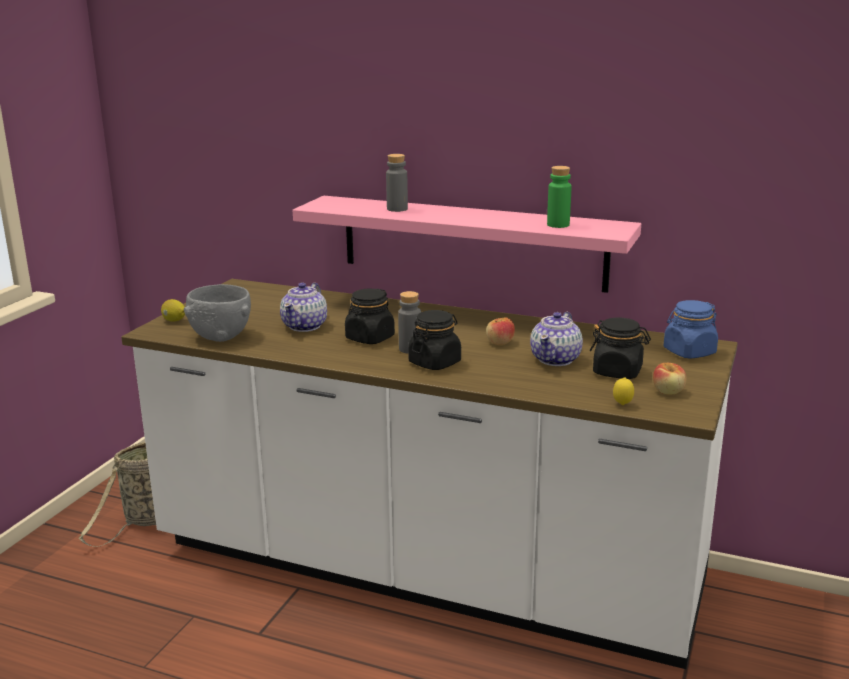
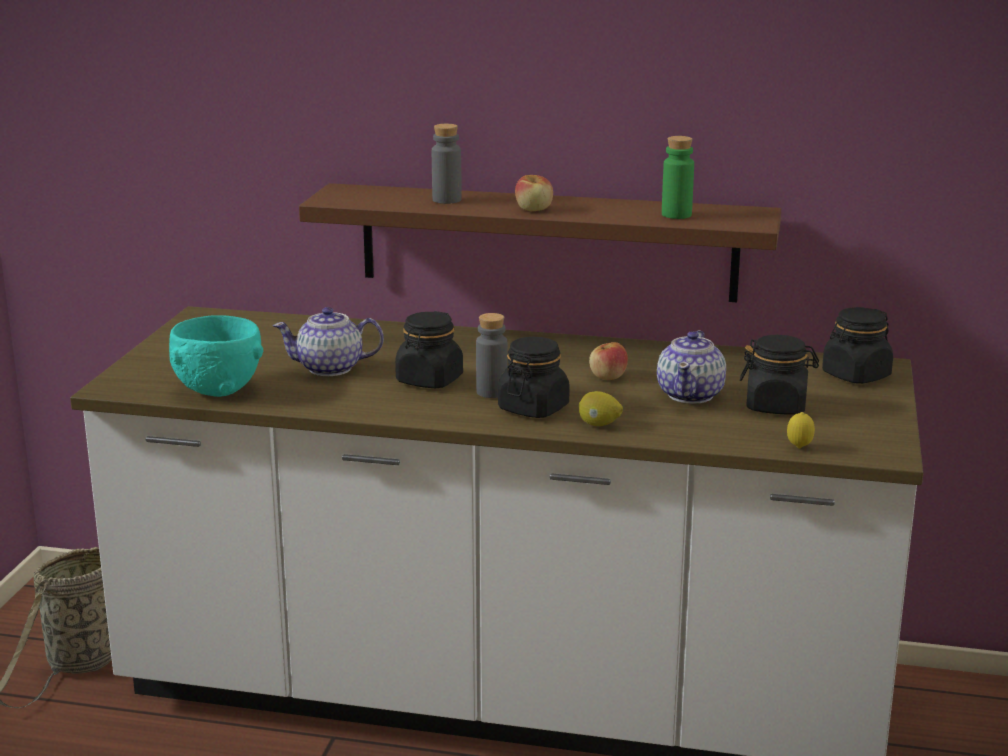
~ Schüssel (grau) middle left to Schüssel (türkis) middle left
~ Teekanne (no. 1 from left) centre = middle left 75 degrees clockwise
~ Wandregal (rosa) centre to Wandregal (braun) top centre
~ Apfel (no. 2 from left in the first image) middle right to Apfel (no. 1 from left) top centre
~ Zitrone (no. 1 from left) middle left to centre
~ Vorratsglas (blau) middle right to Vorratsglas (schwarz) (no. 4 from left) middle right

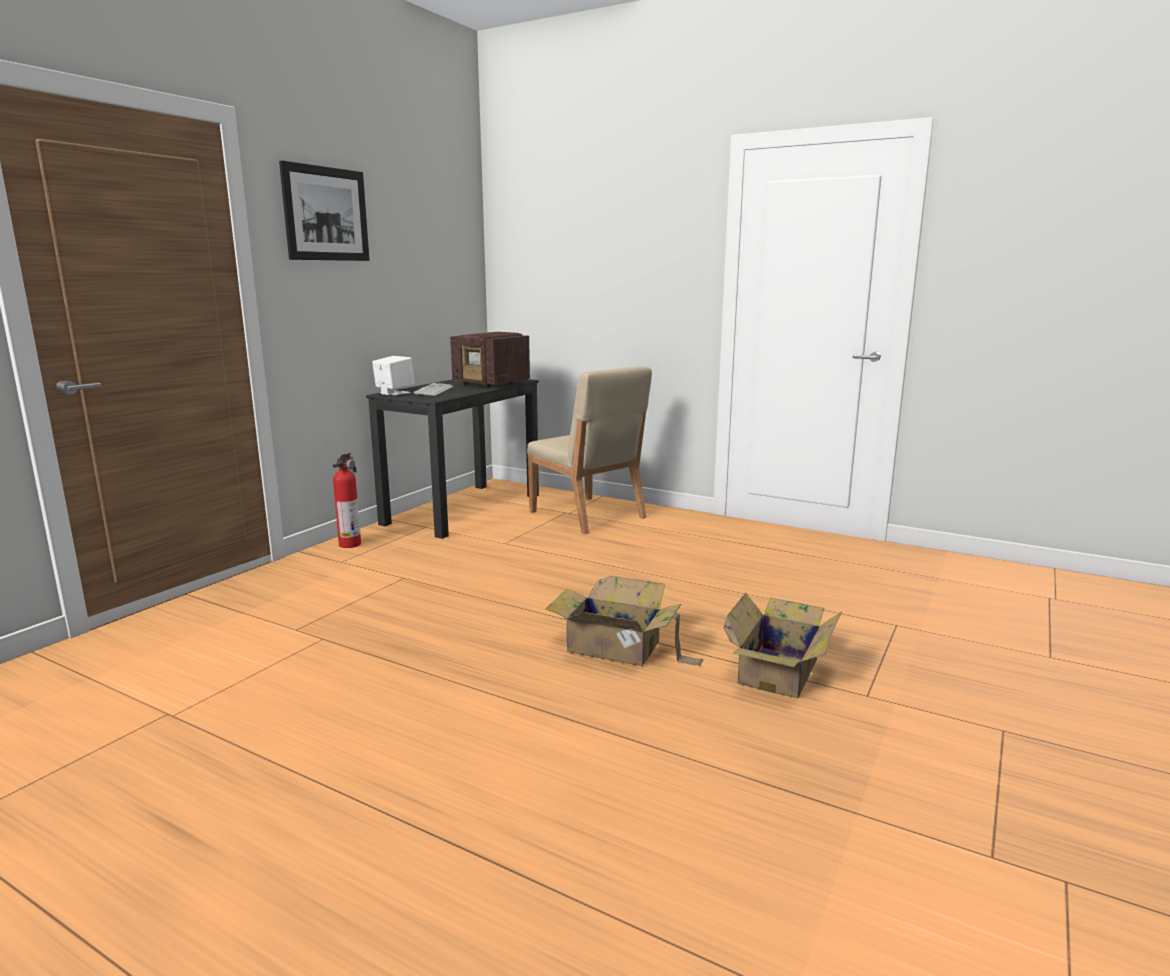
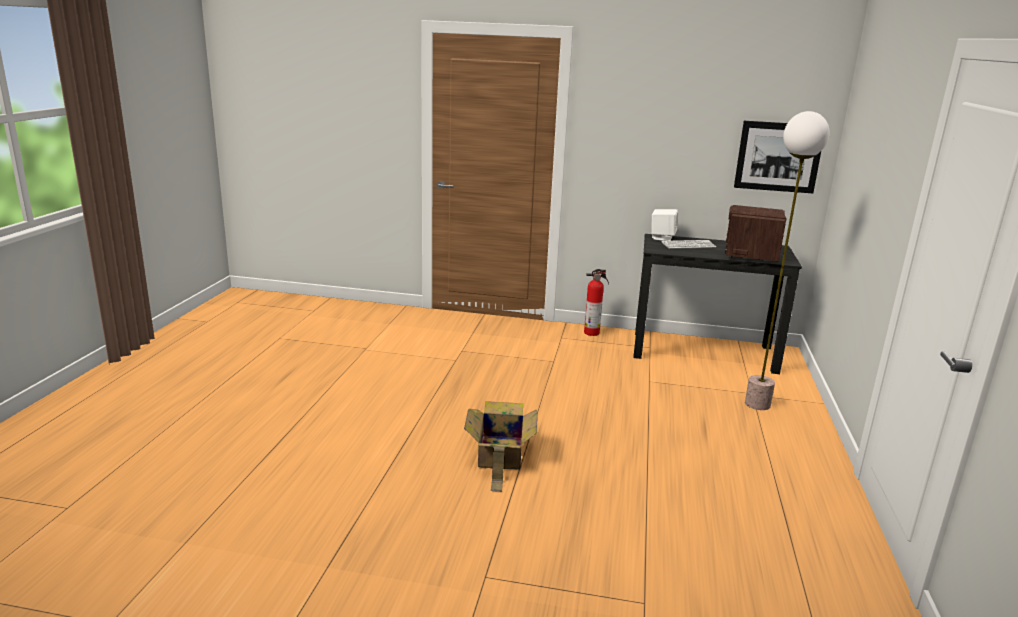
~ Bild top left to top right
~ Stuhl (beige) centre to Stehlampe middle right
- Karton (no. 2 from left) middle right

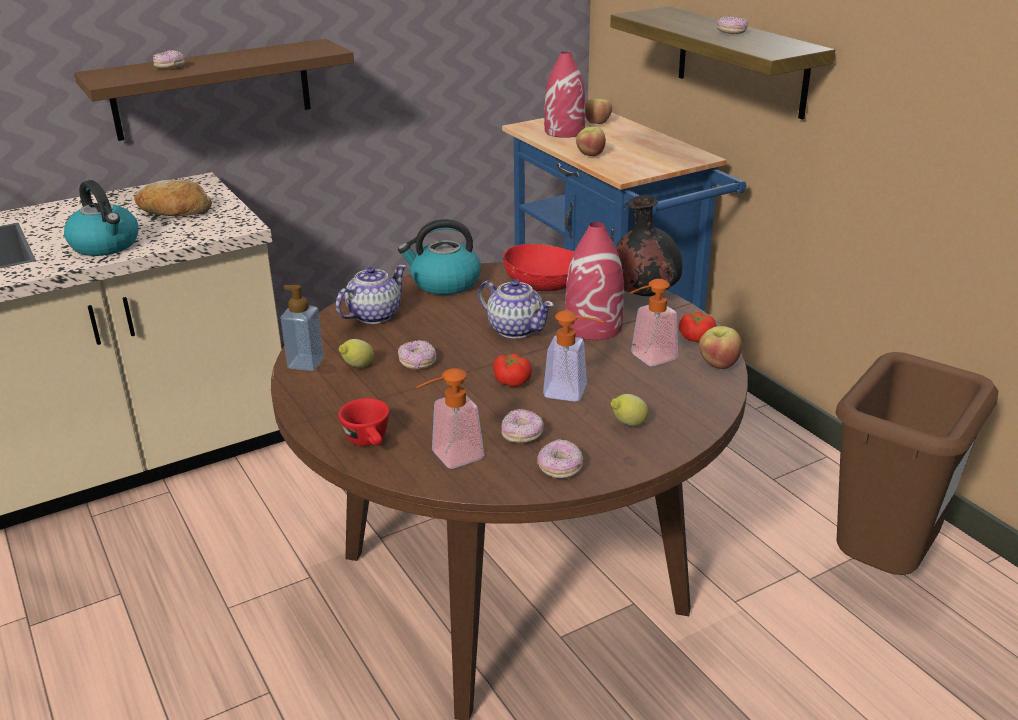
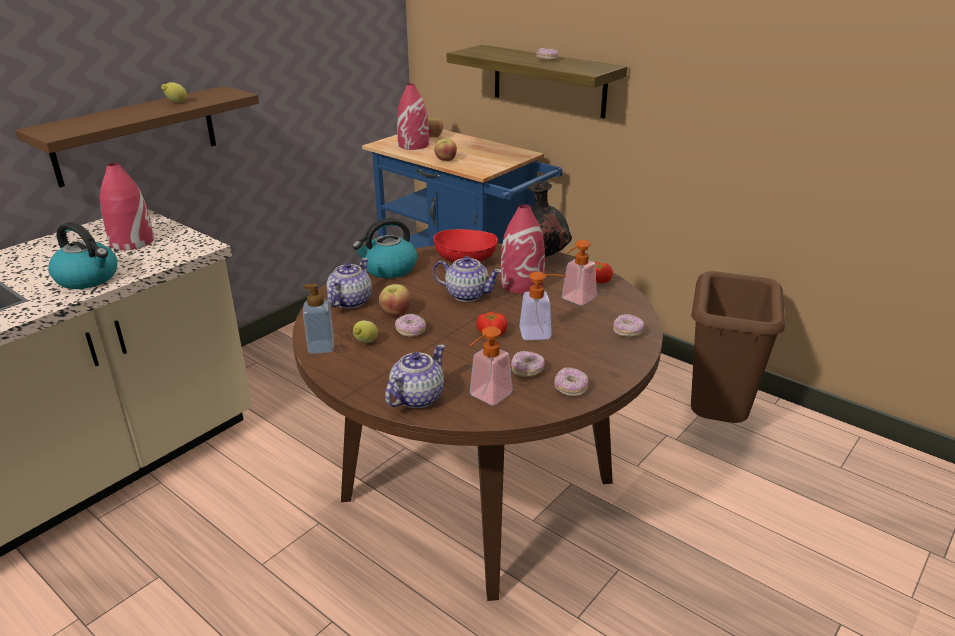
~ Brot top left to Vase (rot) (no. 1 from left) top left
~ Zitrone (no. 2 from left in the first image) centre to Zitrone (no. 1 from left) top left
~ Apfel (no. 3 from left in the first image) middle right to Apfel (no. 1 from left) centre
~ Tasse (rot) centre to Teekanne (no. 2 from left) centre
~ Donut (no. 1 from left in the first image) top left to Donut (no. 5 from left) centre

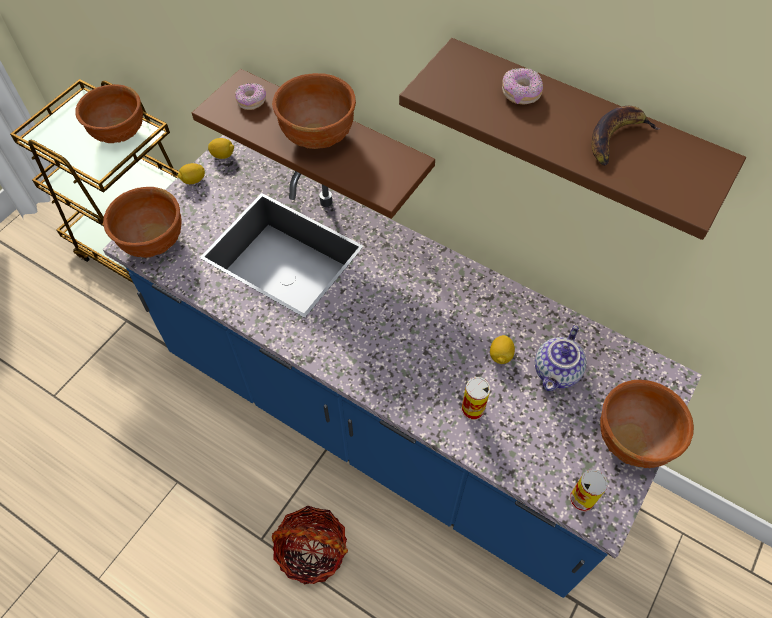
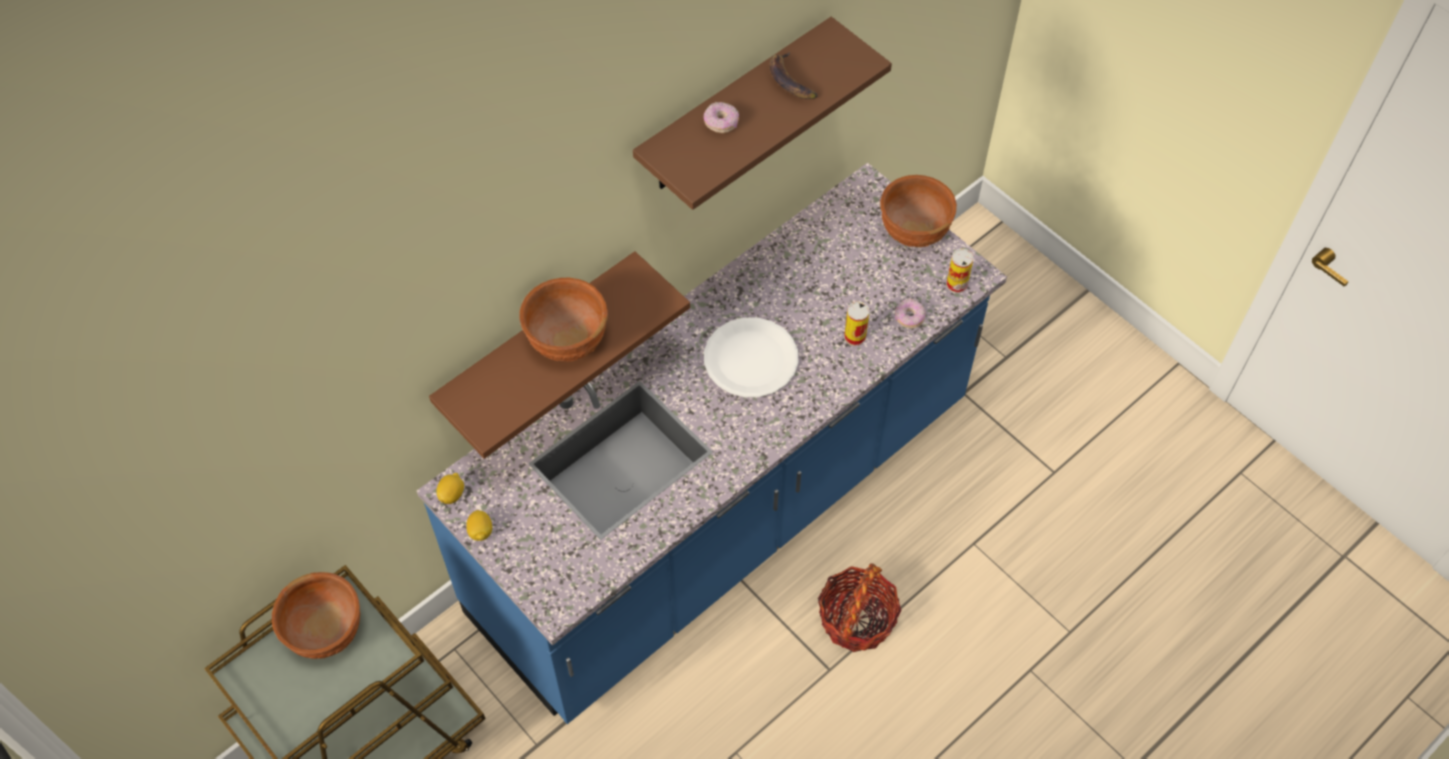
+ Teller (weiß) centre
~ Donut (no. 1 from left in the first image) top left to Donut (no. 2 from left) centre
- Schüssel (braun) (no. 2 from left) middle left
- Zitrone (no. 3 from left) centre
- Teekanne middle right

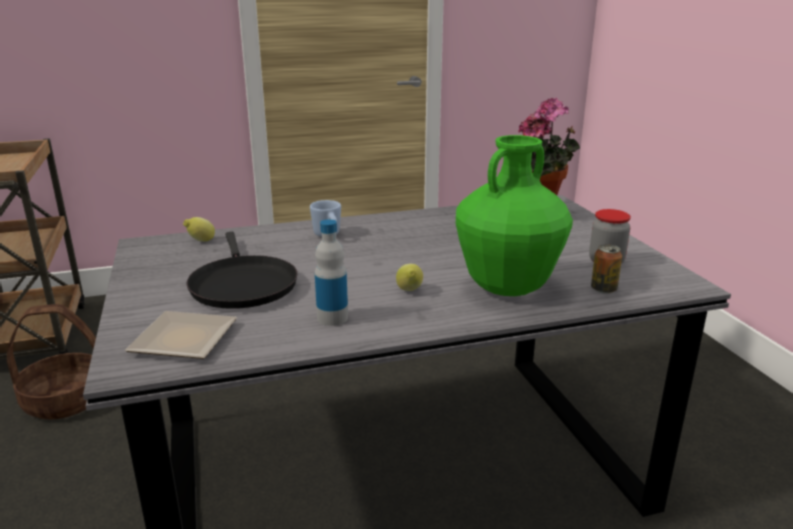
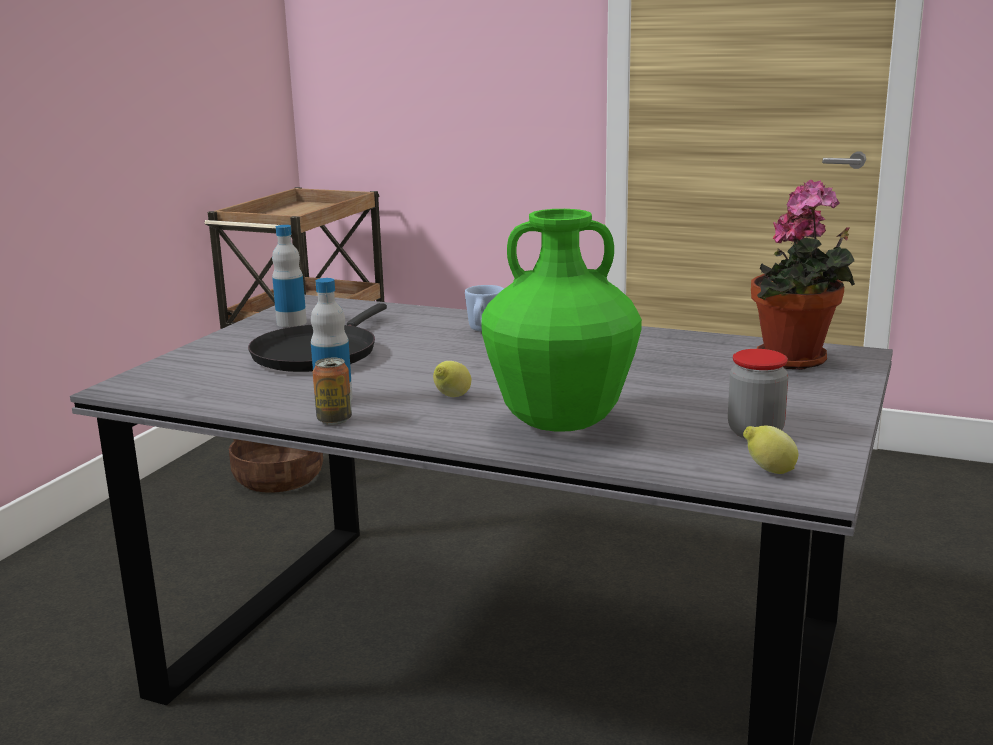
+ Flasche (no. 1 from left) middle left
~ Dose middle right to centre
~ Zitrone (no. 1 from left in the first image) middle left to Zitrone (no. 2 from left) middle right
- Teller middle left

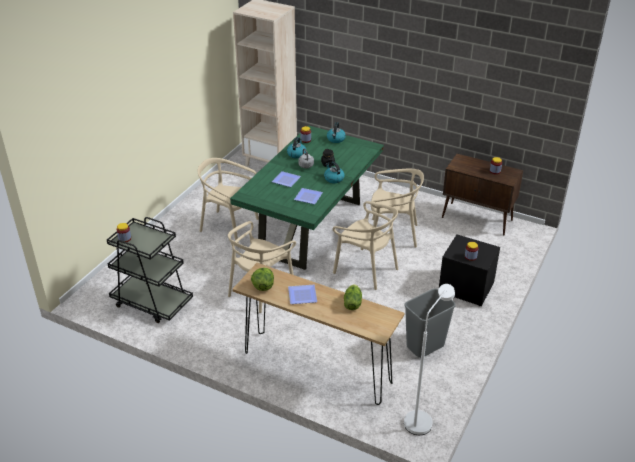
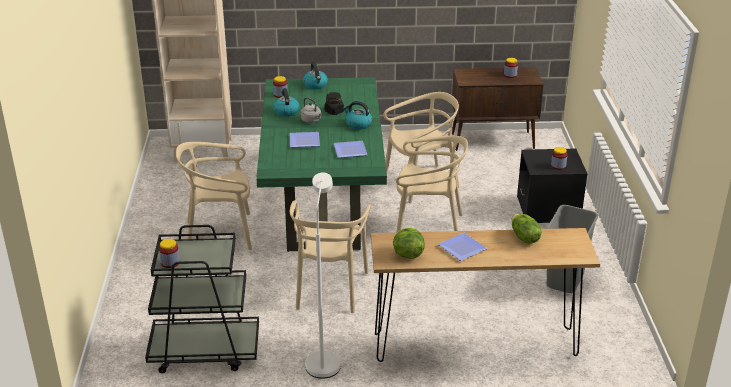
~ Stehlampe (weiß) bottom right to bottom centre

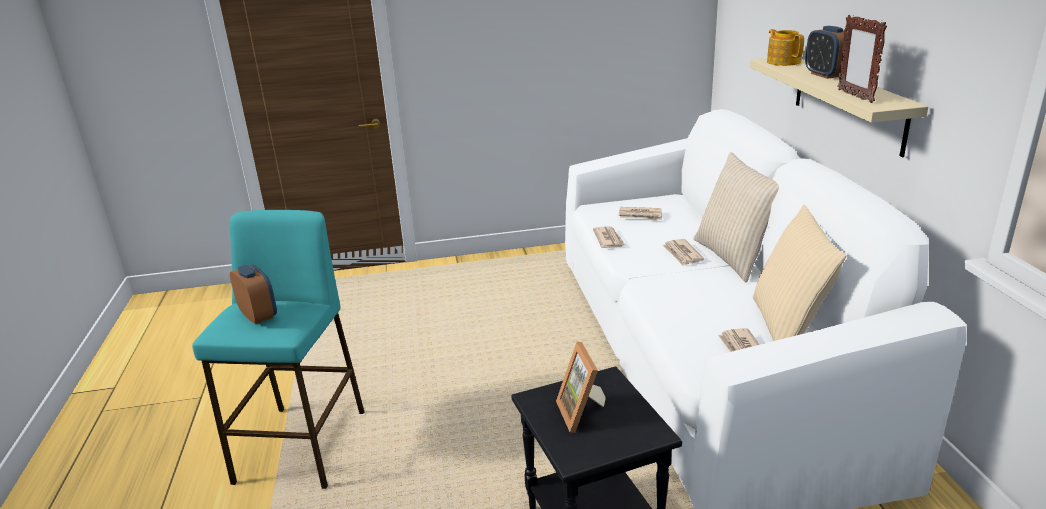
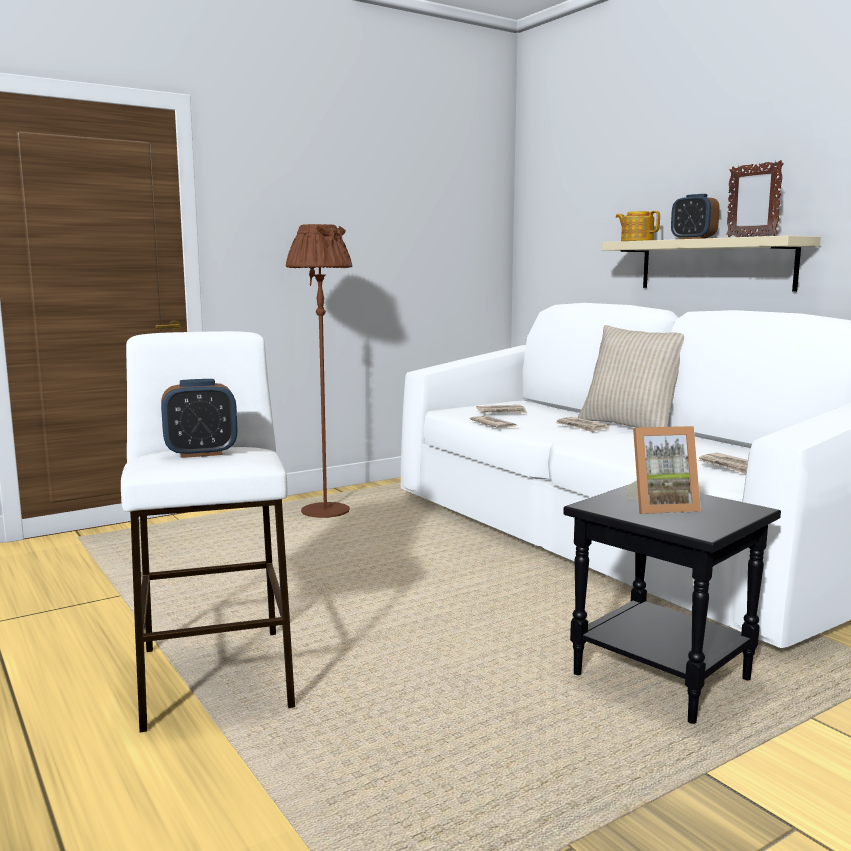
~ Hocker (türkis) bottom left to Hocker (weiß) middle left
~ Wecker (no. 1 from left) middle left = middle left 135 degrees clockwise
+ Stehlampe (braun) centre
~ Bilderrahmen (no. 1 from left) bottom centre = middle right 60 degrees counterclockwise
- Kissen (beige) (no. 2 from left) middle right

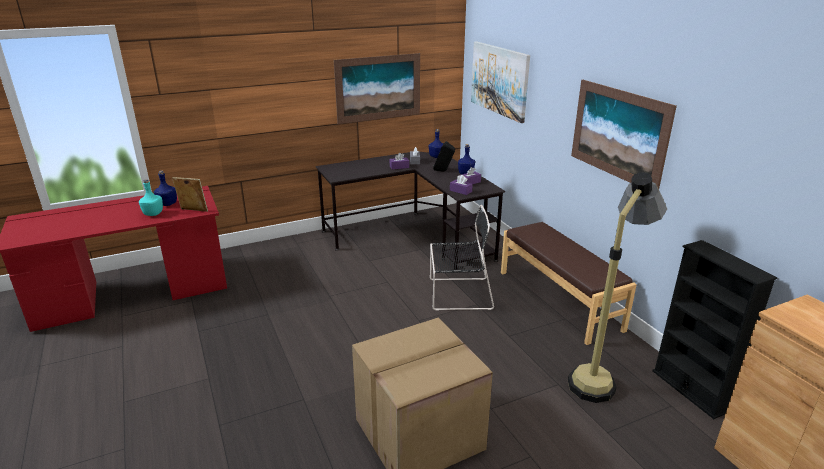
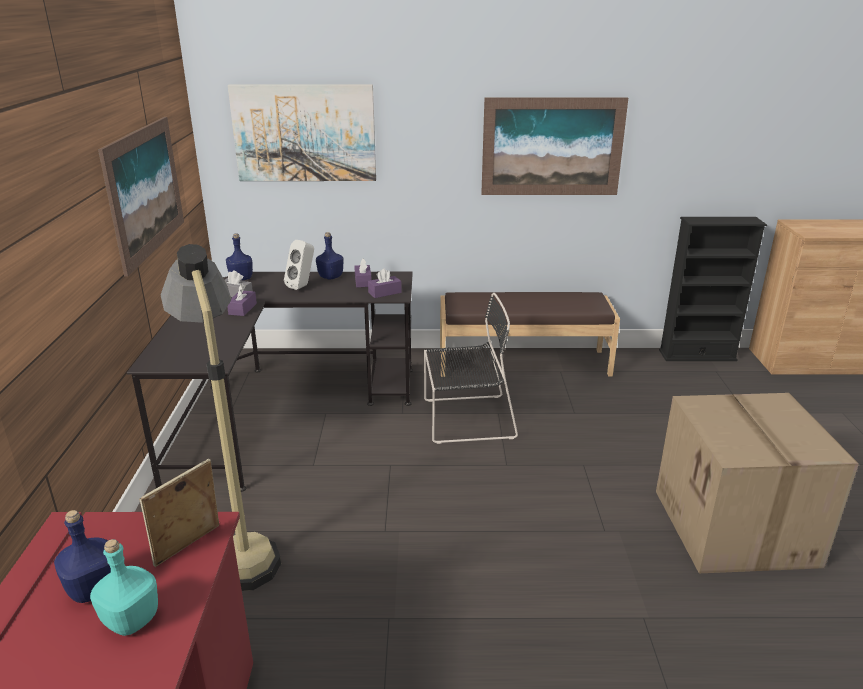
~ Stehlampe middle right to middle left
~ Lautsprecher (schwarz) top centre to Lautsprecher (weiß) centre
~ Stuhl (schwarz) centre = centre 60 degrees clockwise

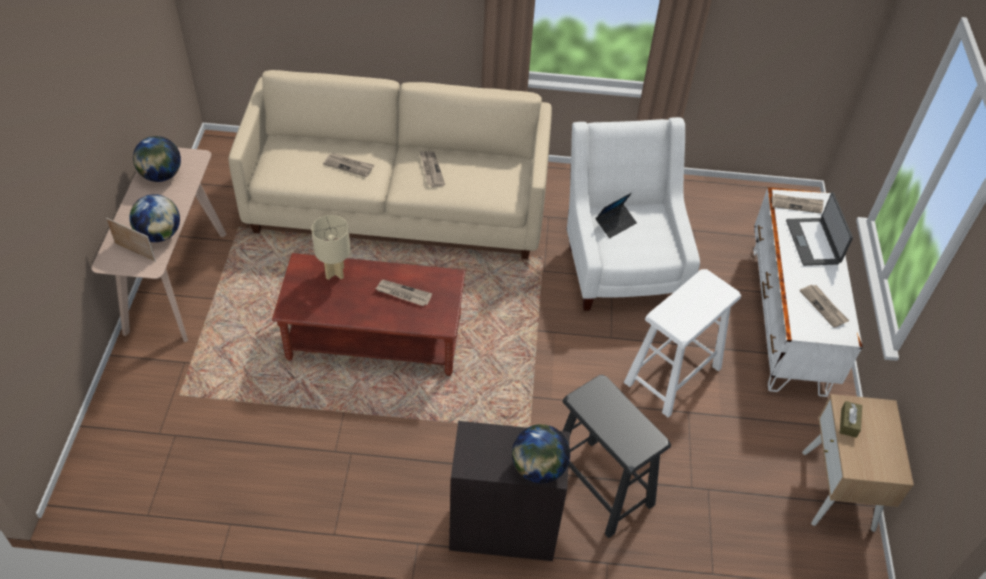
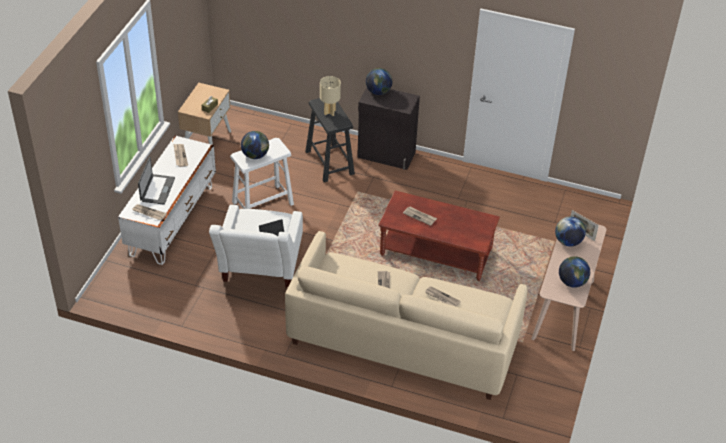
+ Globus (no. 1 from left) top centre
~ Tischlampe (beige) centre to top centre

